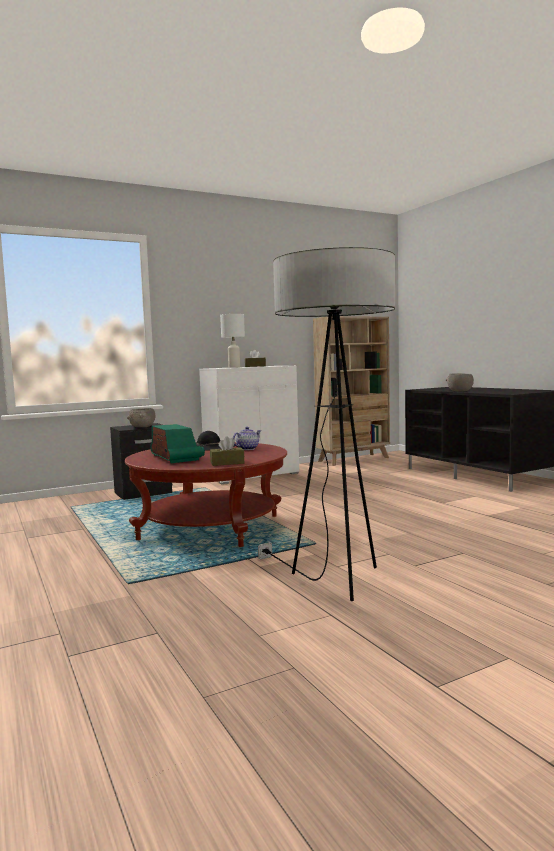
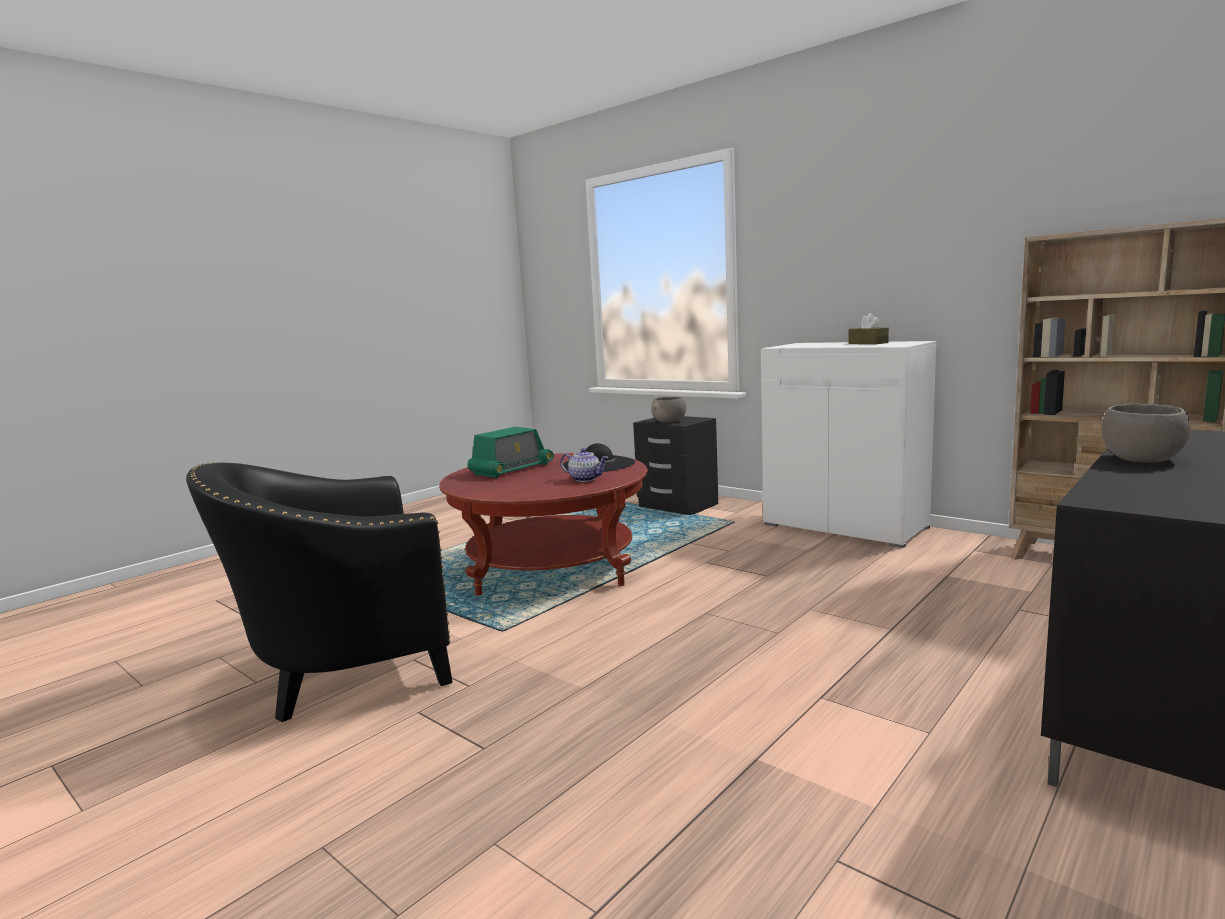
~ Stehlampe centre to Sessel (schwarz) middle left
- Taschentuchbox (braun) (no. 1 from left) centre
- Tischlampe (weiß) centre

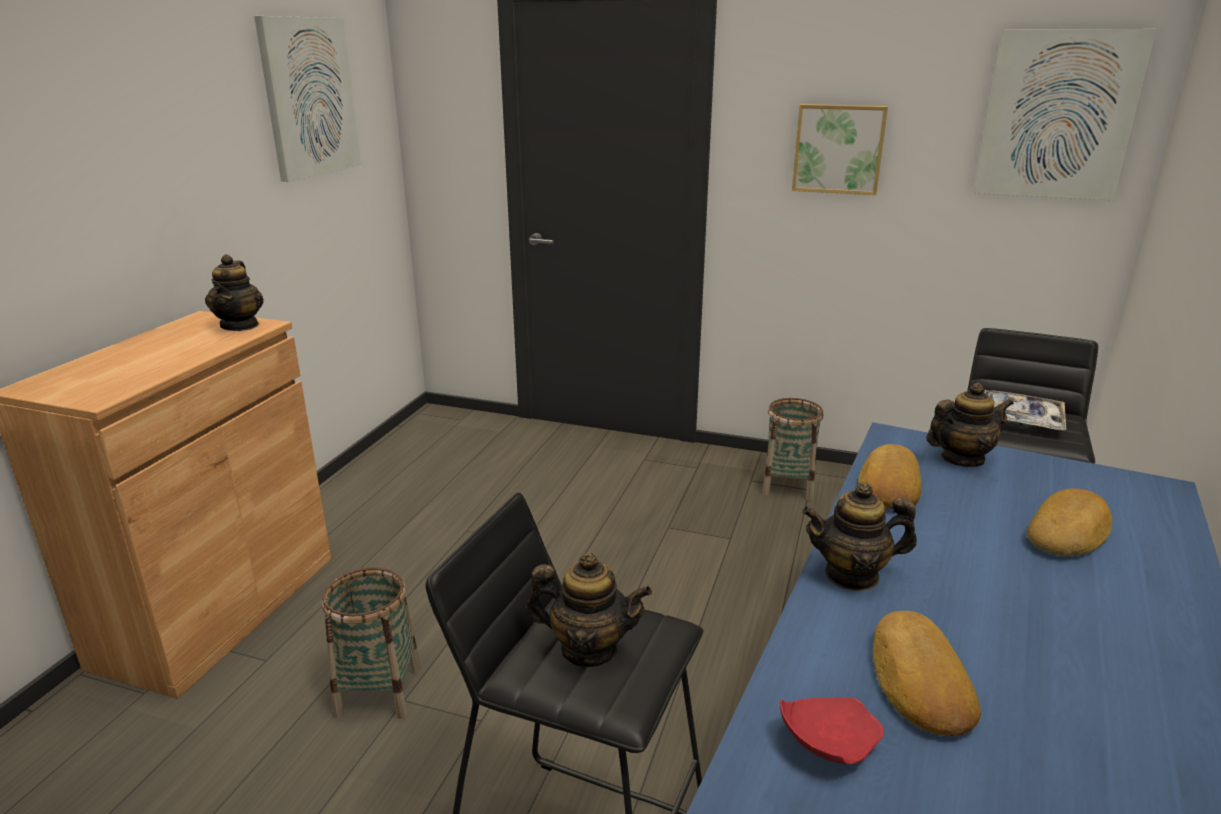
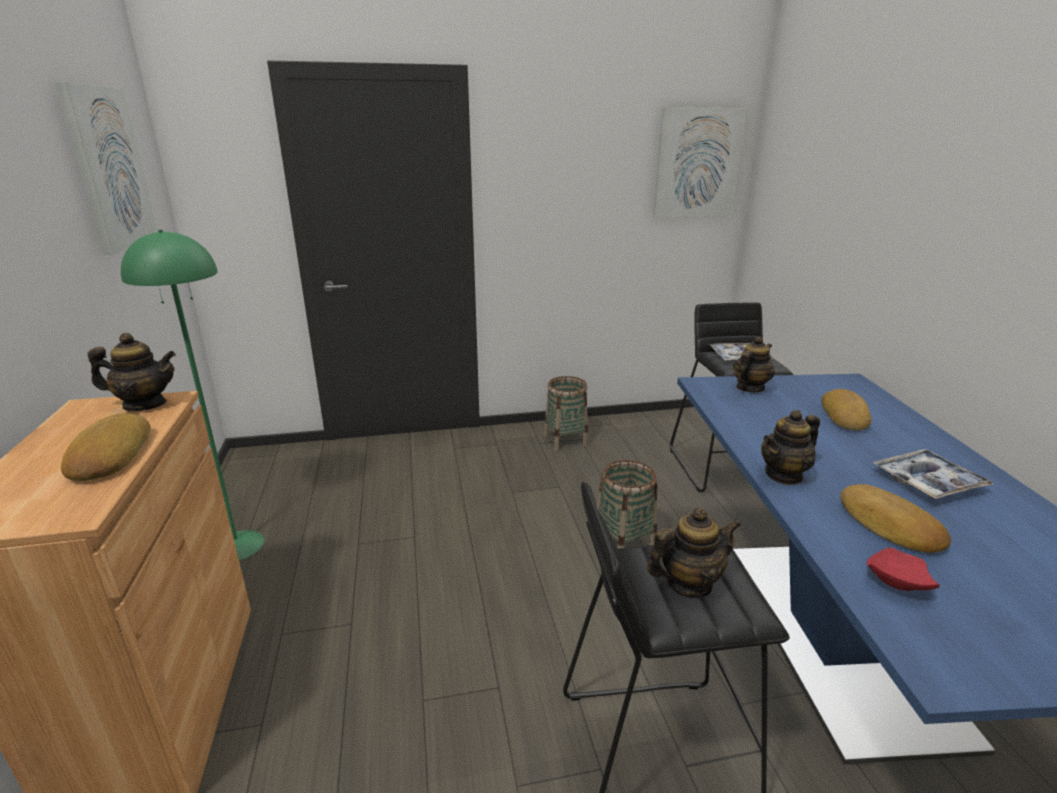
~ Brot (no. 1 from left) middle right to middle left
~ Teekanne (no. 1 from left) middle left = middle left 60 degrees counterclockwise
+ Stehlampe (grün) middle left
~ Korb (no. 1 from left in the first image) bottom left to Korb (no. 2 from left) centre
+ Tablett (no. 2 from left) middle right
- Bild (no. 2 from left) top right

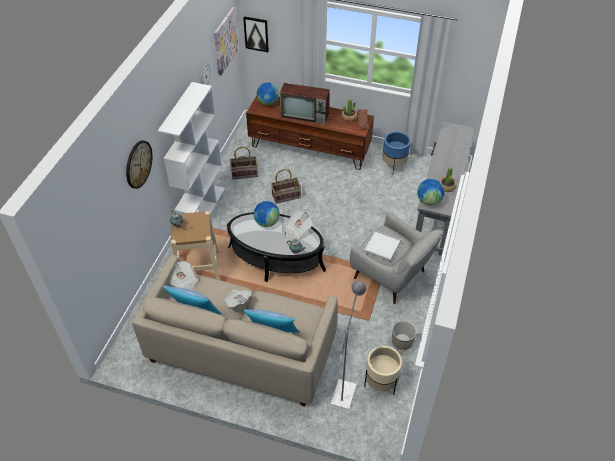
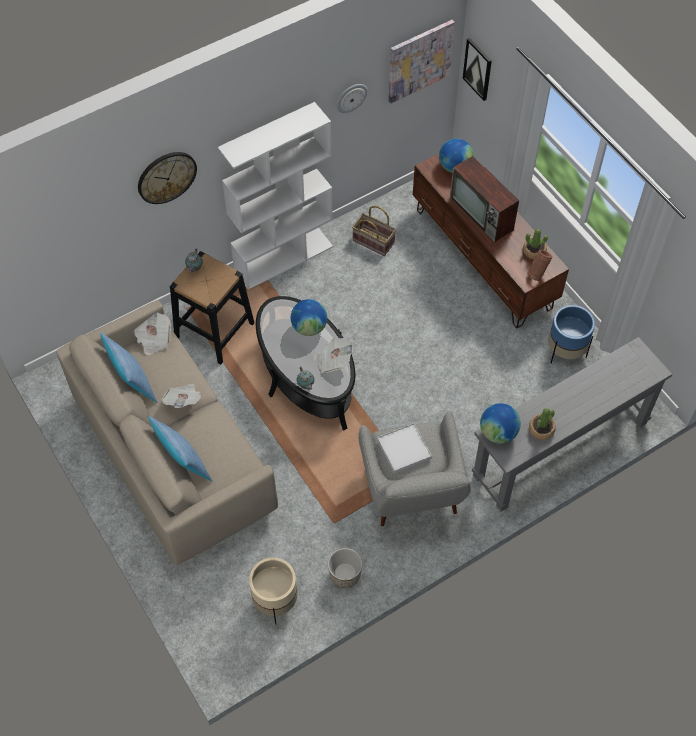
~ Hocker (beige) middle left to Hocker (schwarz) middle left
- Korb (no. 2 from left) centre
- Stehlampe (grau) bottom centre

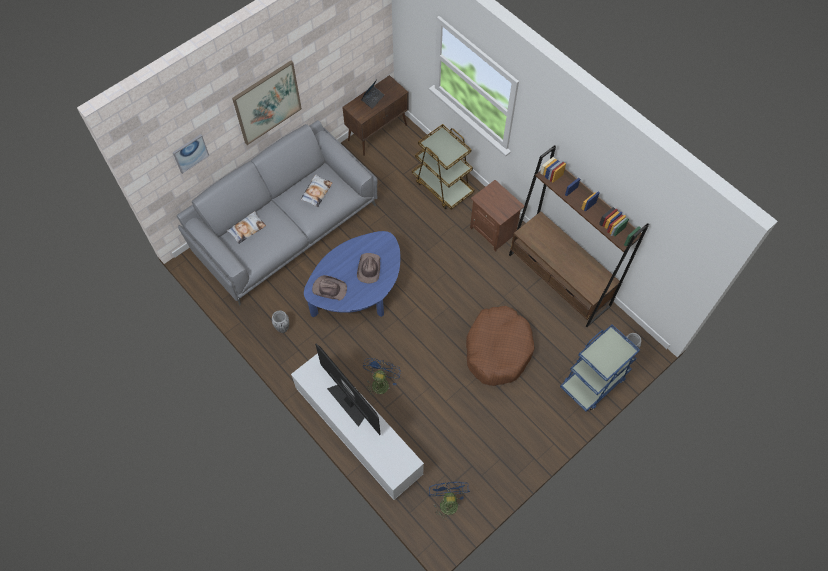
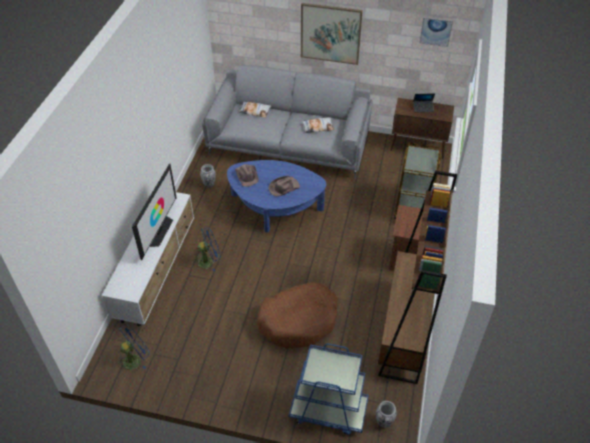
~ Bild (no. 1 from left in the first image) top left to Bild (no. 2 from left) top right

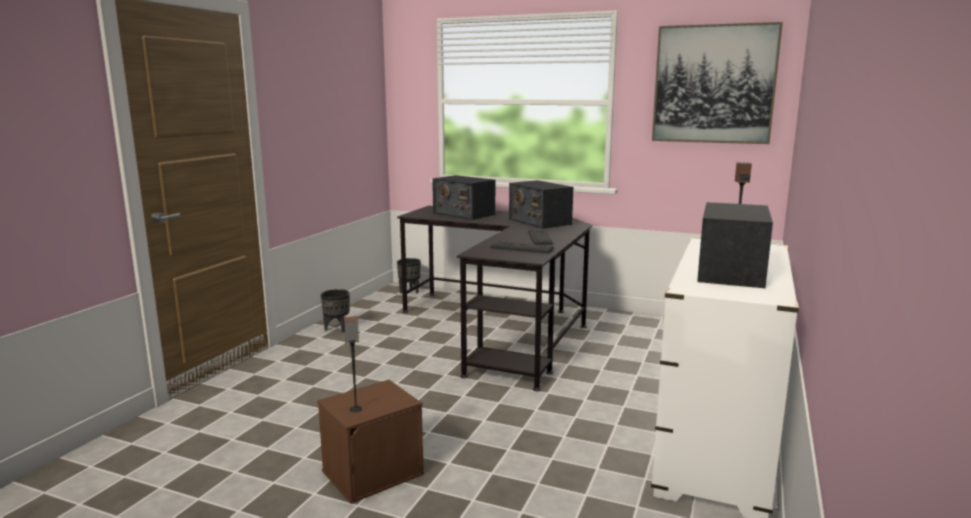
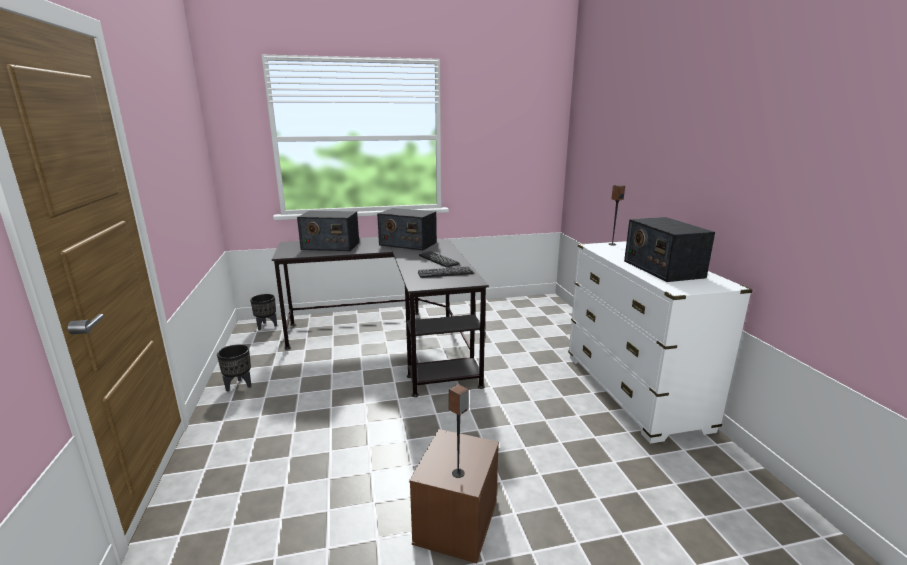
- Bild top right

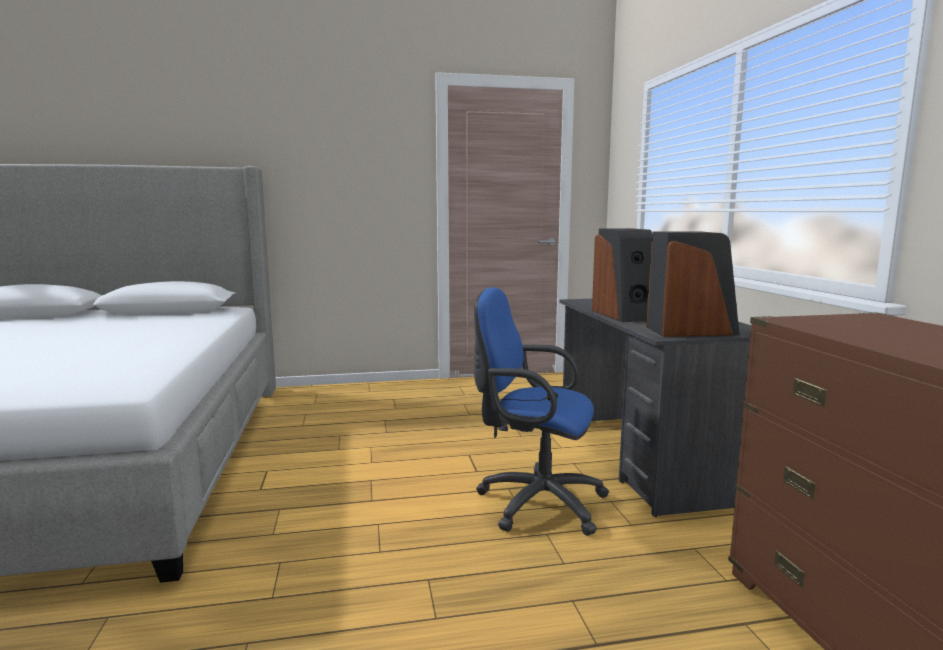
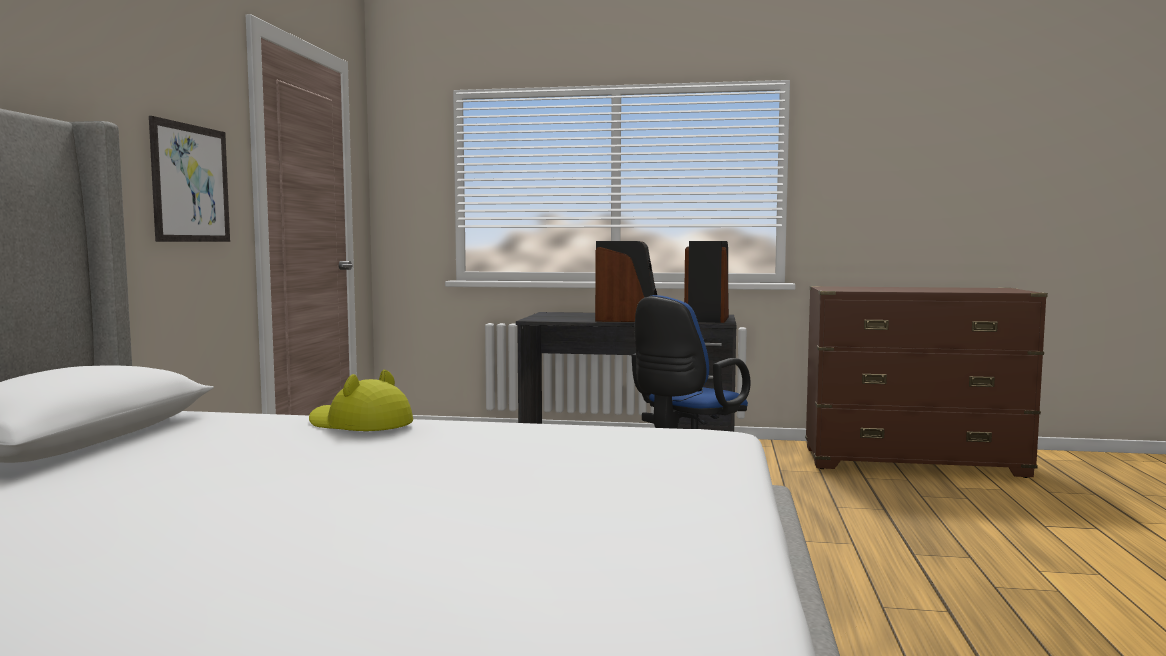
+ Bild top left
+ Hut (gelb) middle left

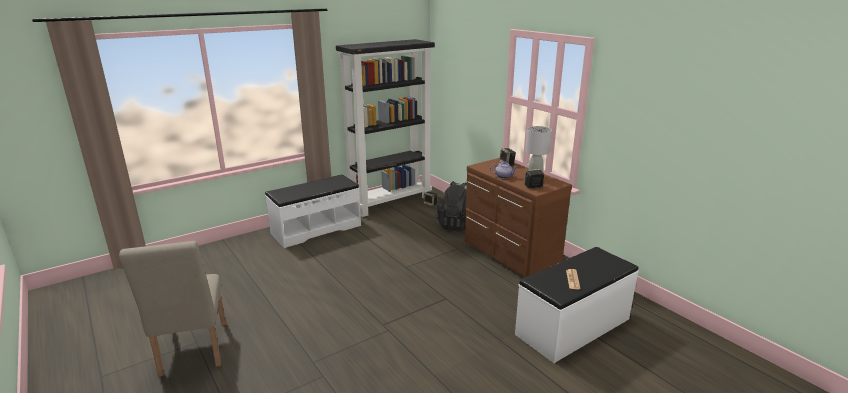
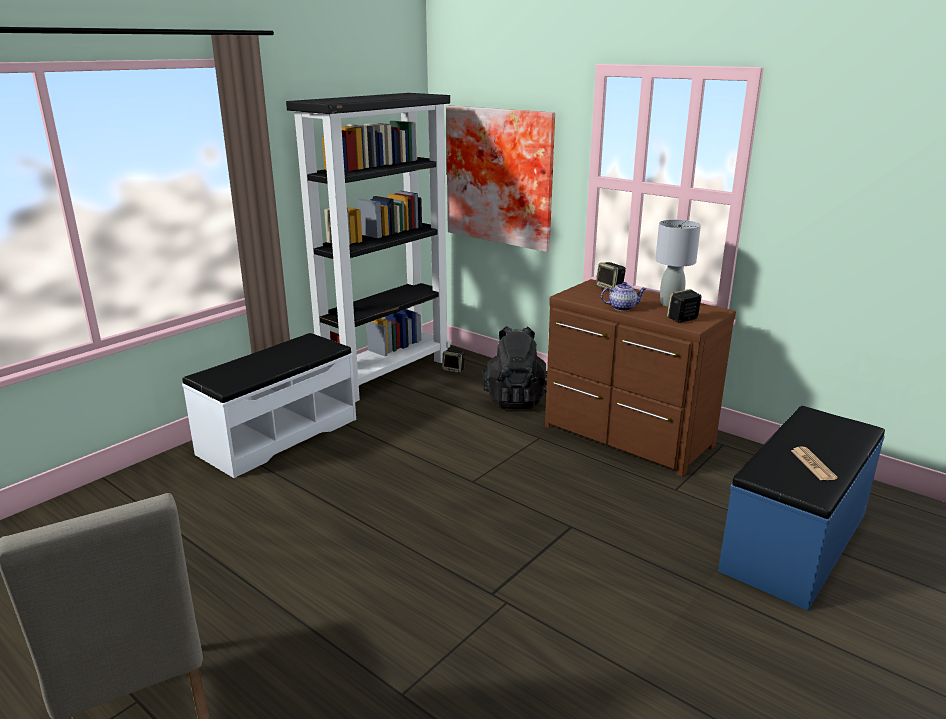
+ Bild top centre
~ Bank (weiß) (no. 2 from left) bottom right to Bank (blau) bottom right

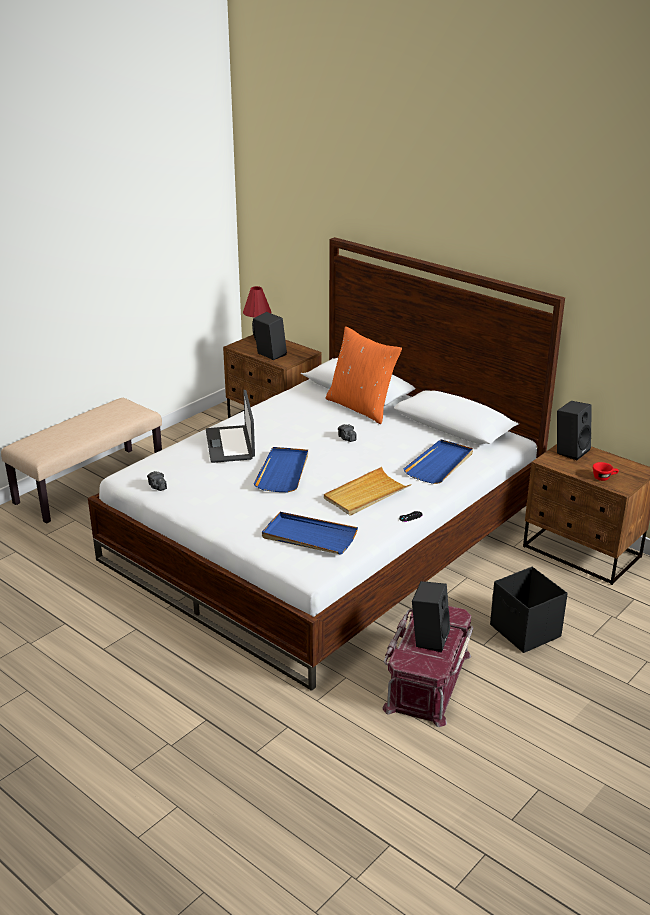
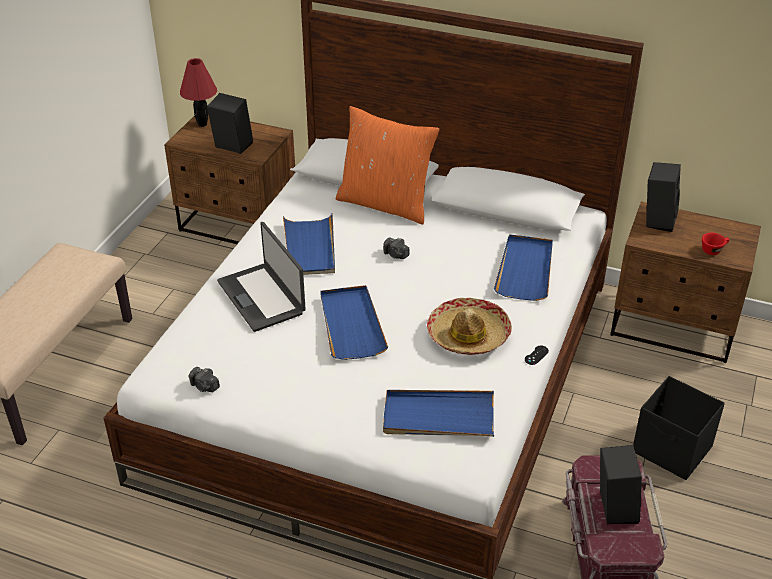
+ Tablett (blau) (no. 1 from left) centre
~ Tablett (beige) centre to Hut centre

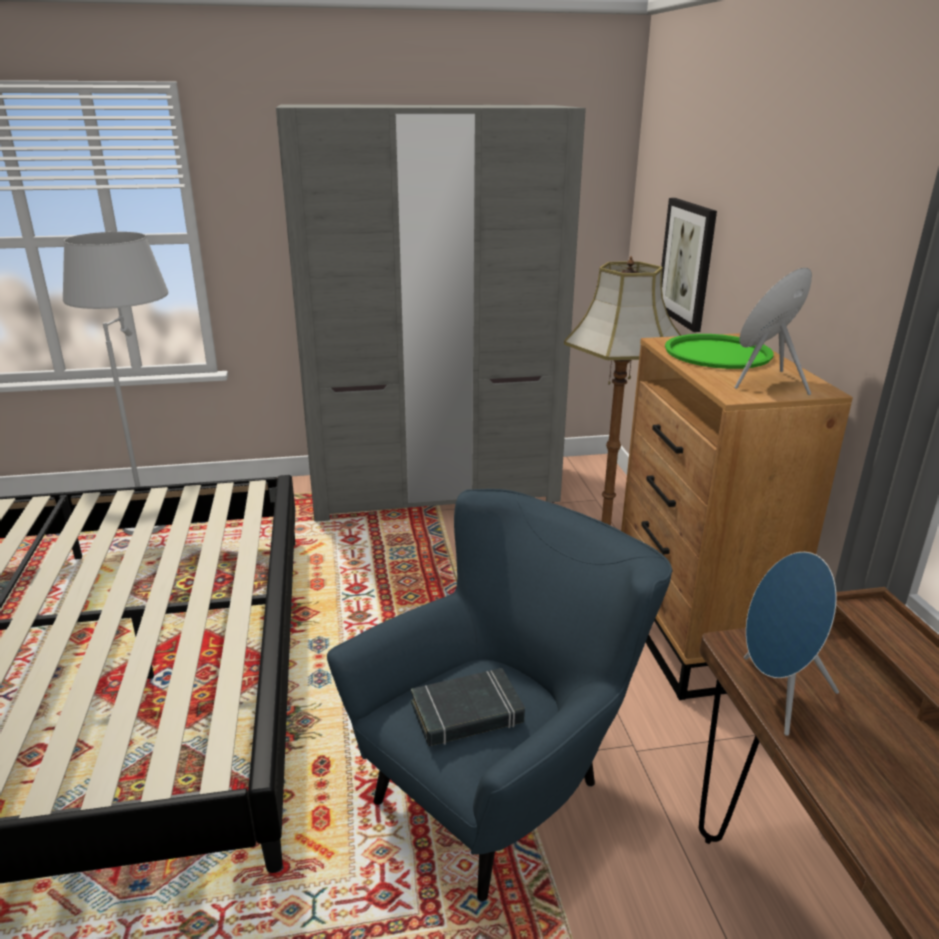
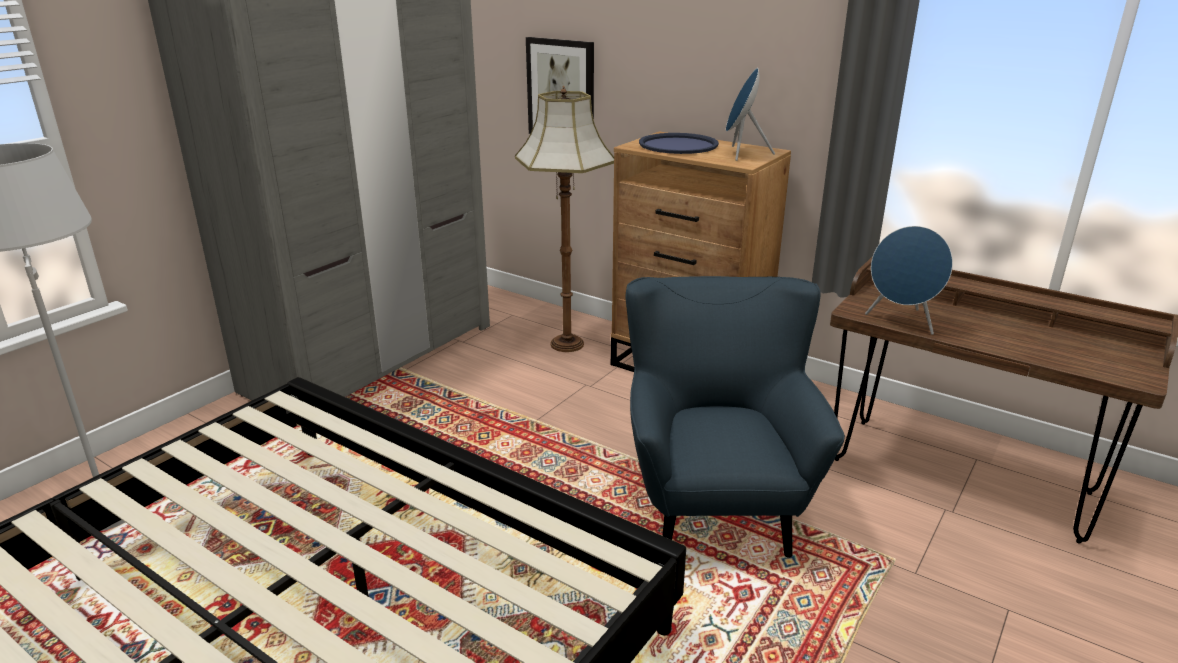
~ Tablett (grün) middle right to Tablett (blau) top centre
- Buch (schwarz) bottom centre

